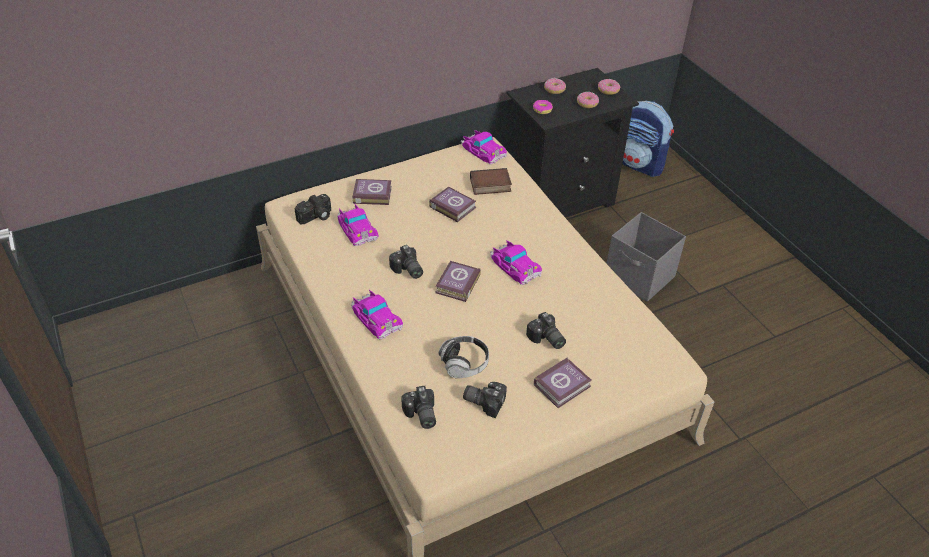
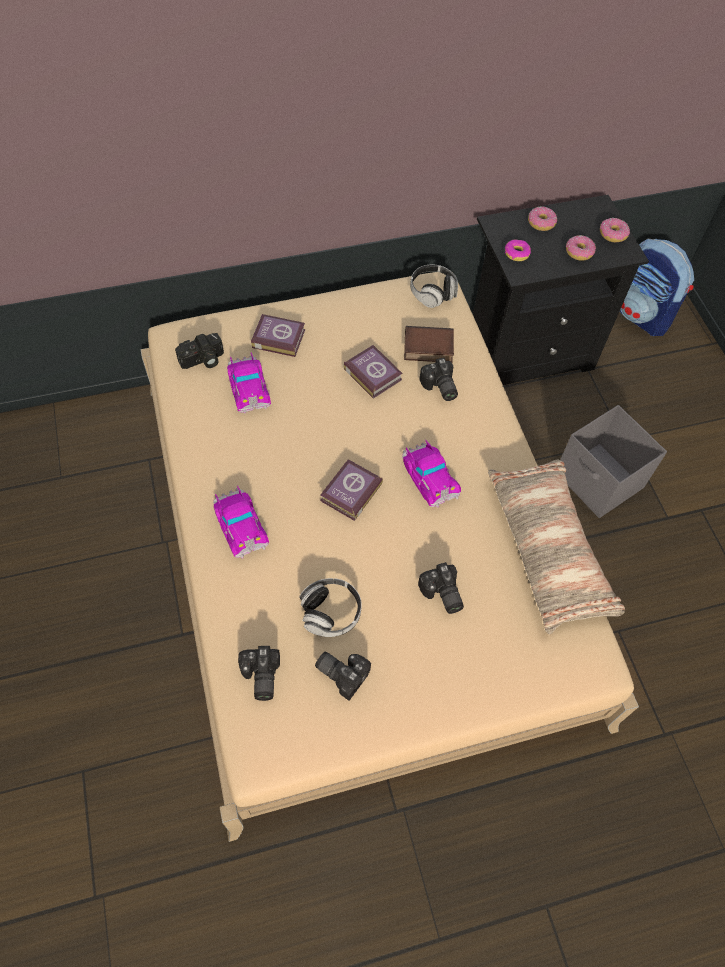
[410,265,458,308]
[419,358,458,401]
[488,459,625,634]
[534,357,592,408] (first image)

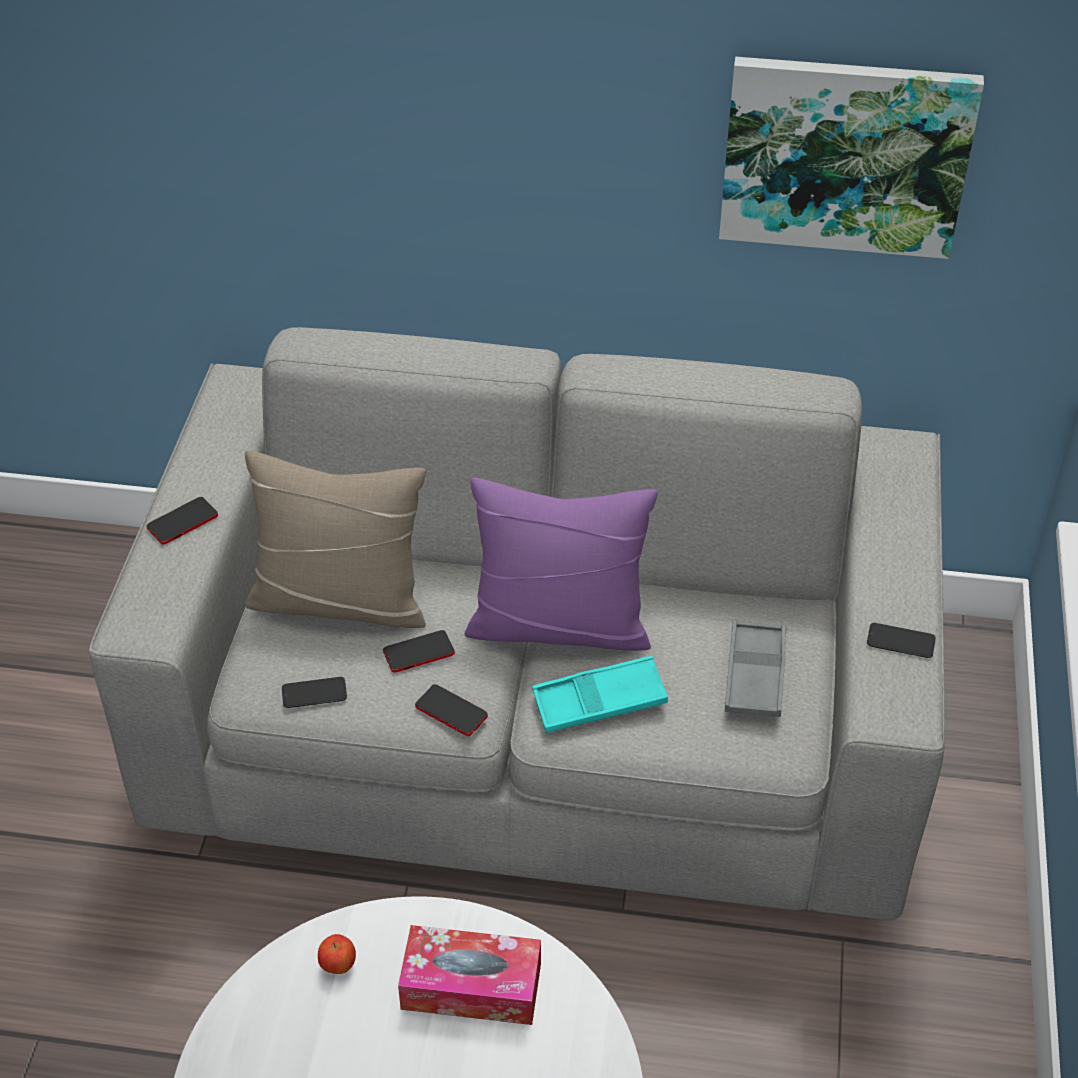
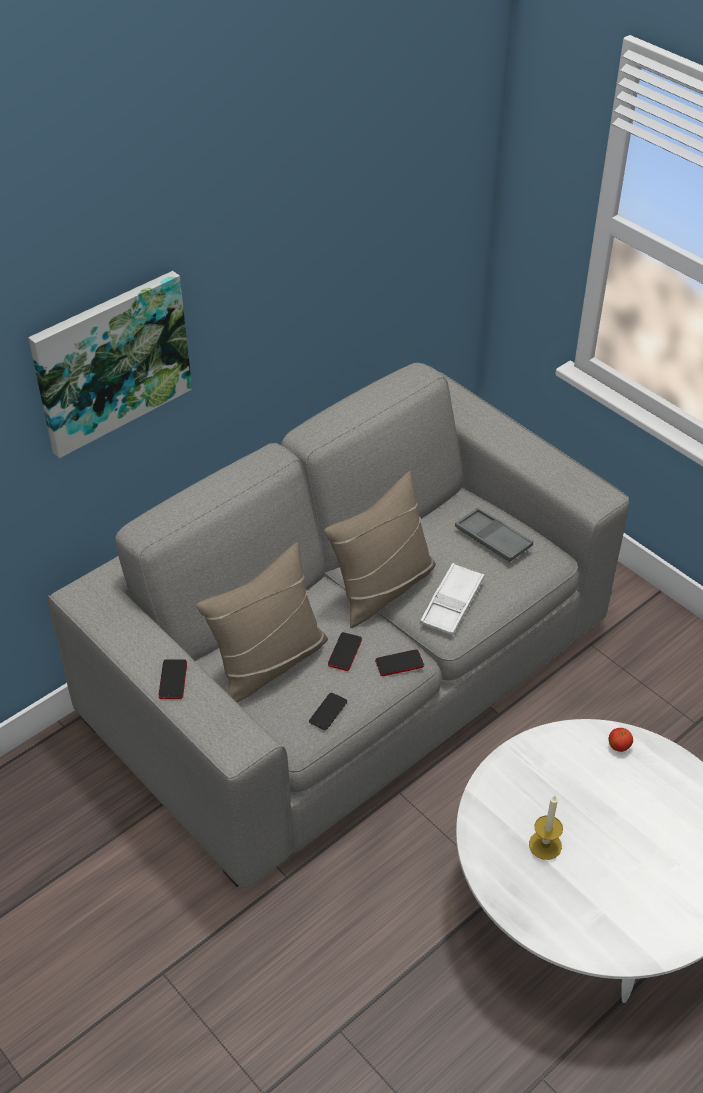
[28,271,192,458]
[324,471,436,628]
[420,563,484,636]
[529,795,563,860]
[609,728,633,752]
[398,925,541,1025] (first image)
[867,623,936,658] (first image)

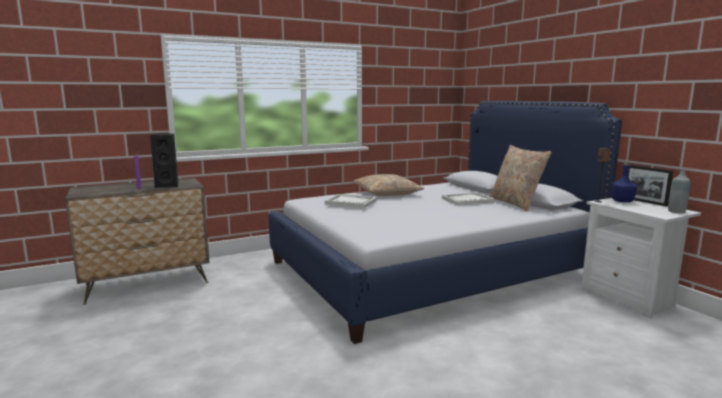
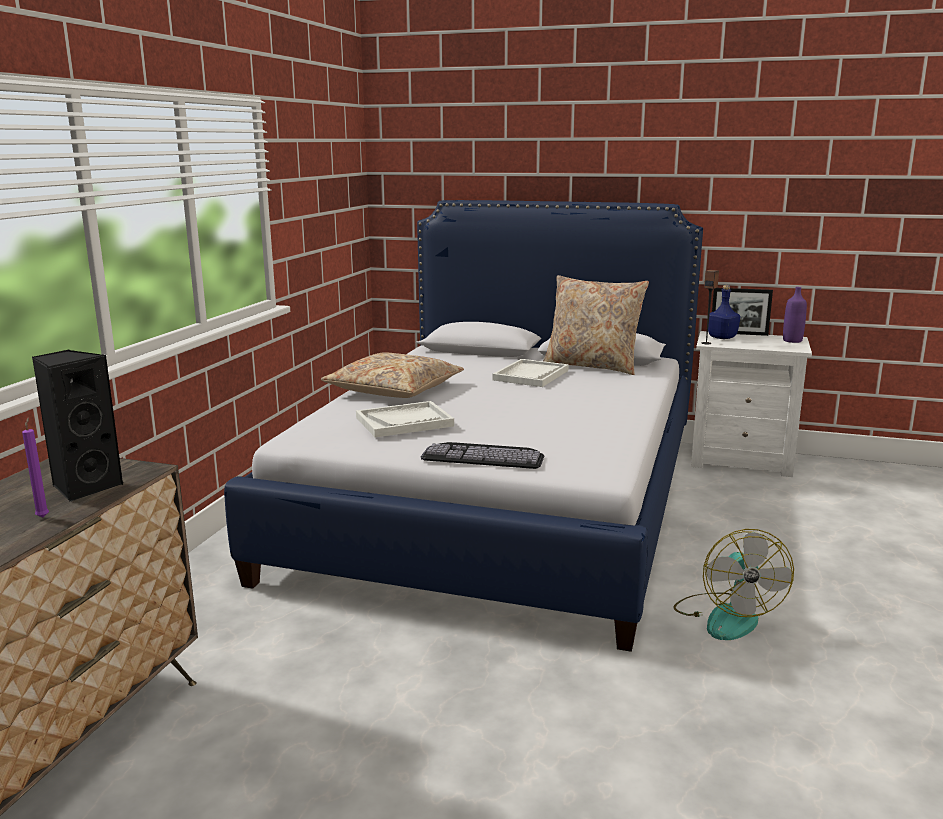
[421,442,544,469]
[674,529,794,640]
[783,287,807,343]

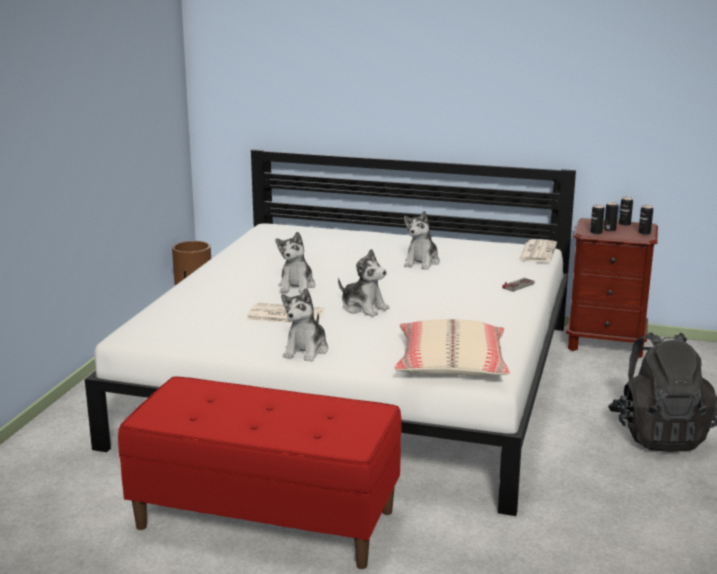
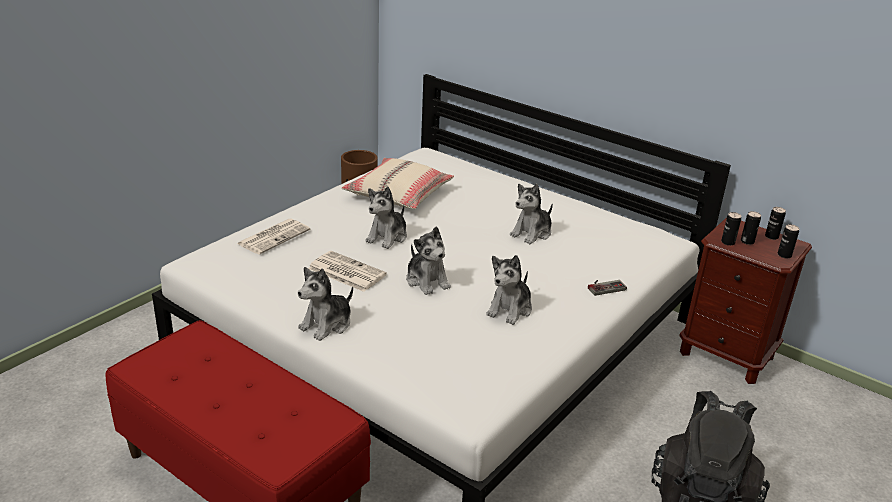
[237,218,310,255]
[342,158,454,209]
[486,255,532,325]

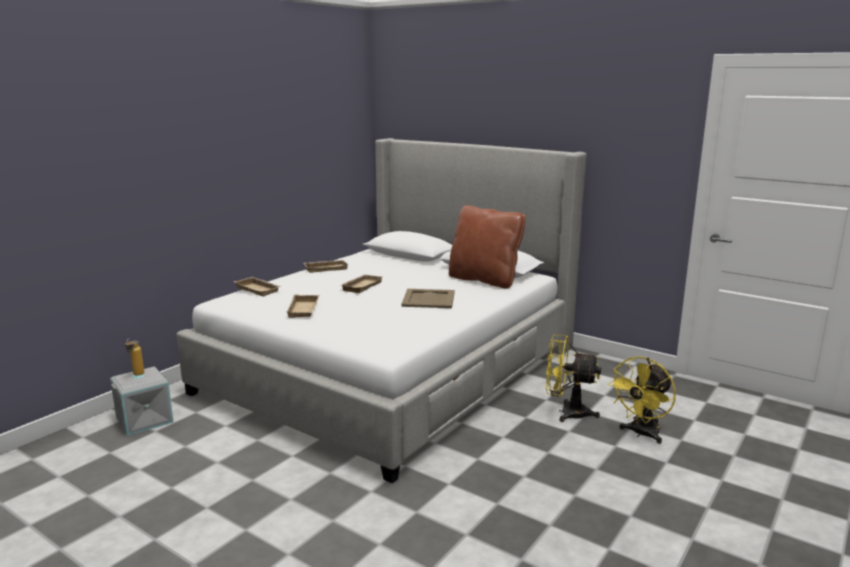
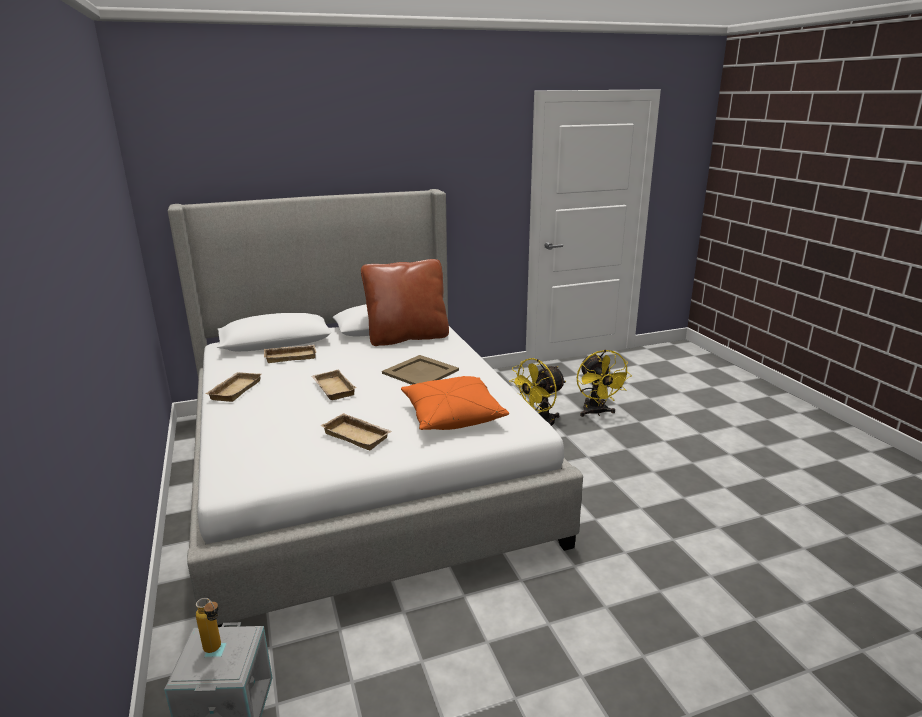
[264,345,316,363]
[401,376,509,430]

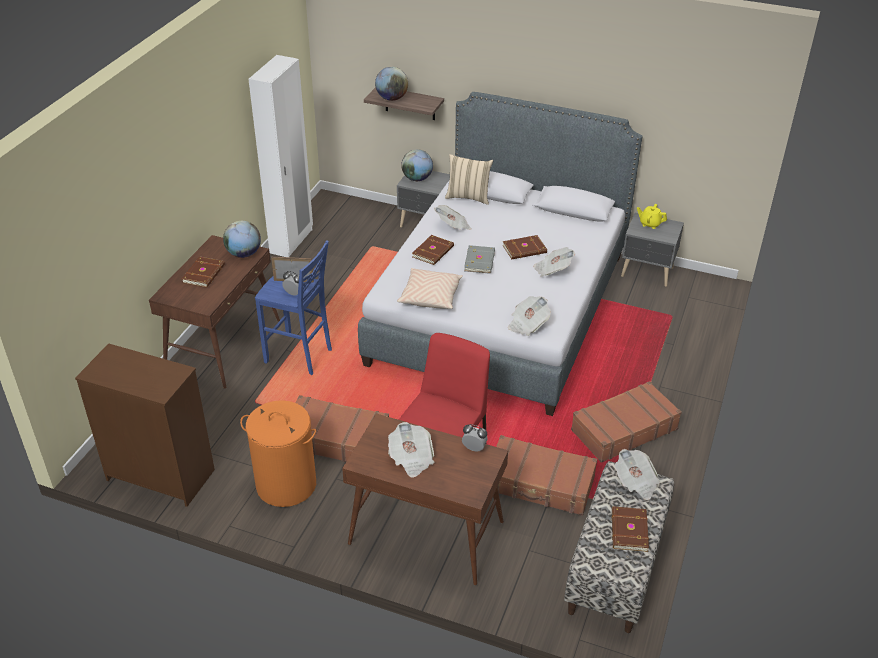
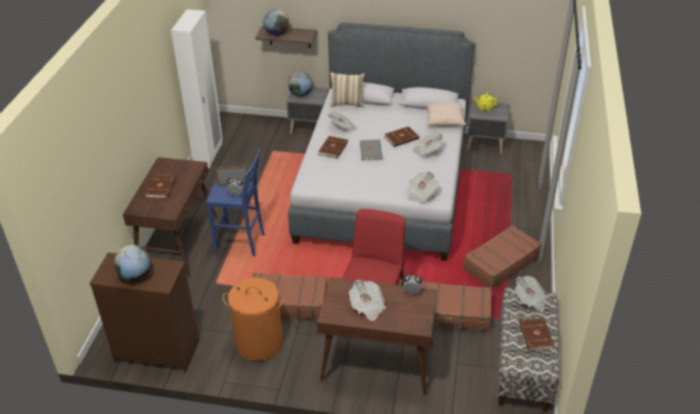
[114,245,151,281]
[425,103,466,127]

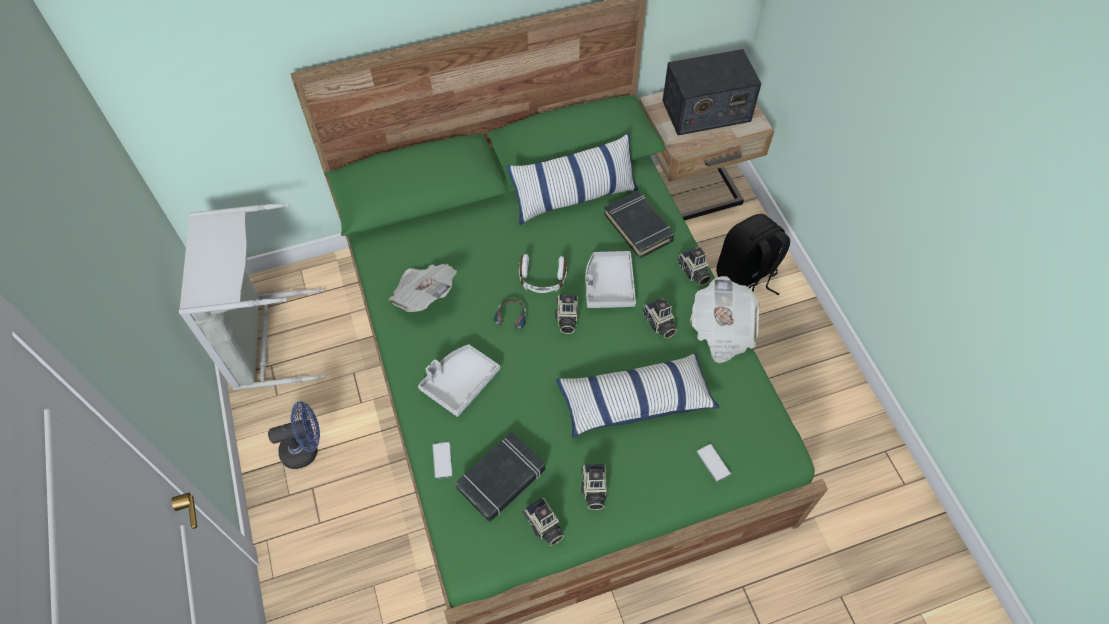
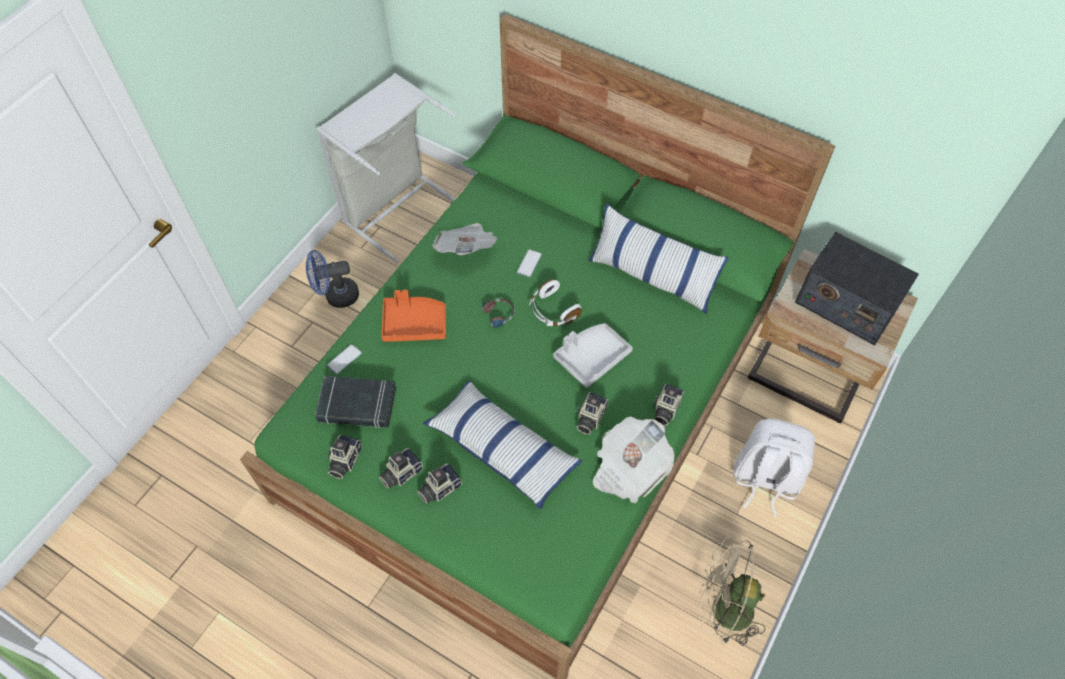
[306,250,359,308]
[382,290,446,342]
[417,464,462,504]
[517,249,542,277]
[697,535,765,646]
[733,419,815,517]
[604,191,675,259] (first image)

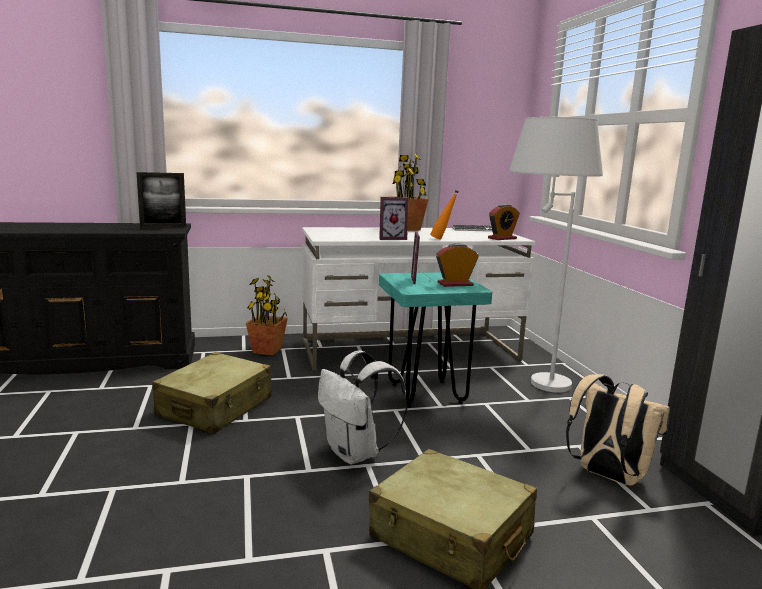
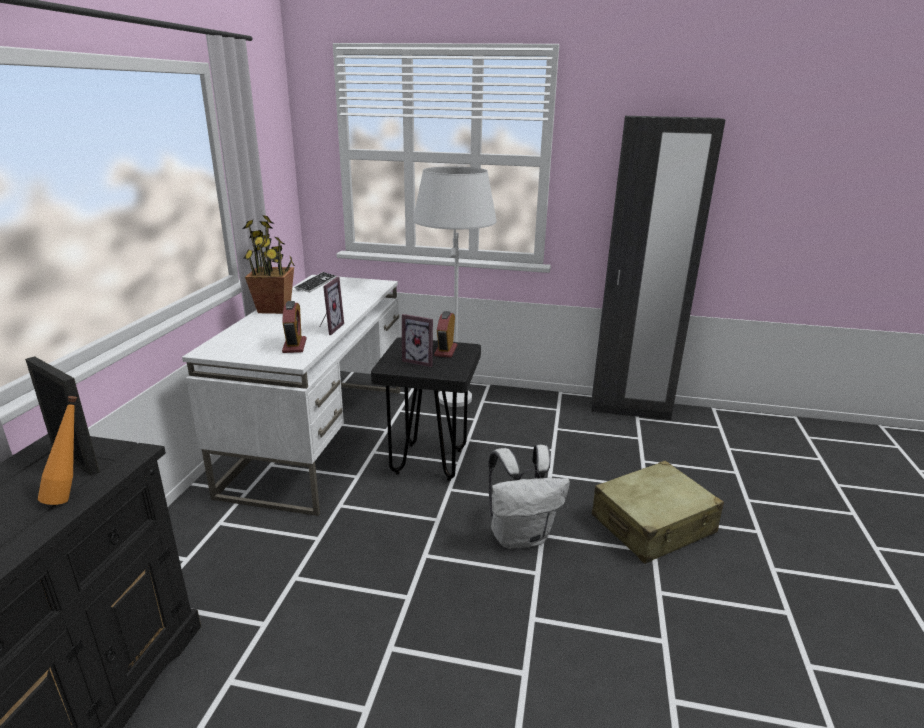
[25,356,100,476]
[38,396,77,505]
[282,301,307,353]
[371,337,481,481]
[152,352,272,434] (first image)
[246,274,288,356] (first image)
[566,374,670,486] (first image)

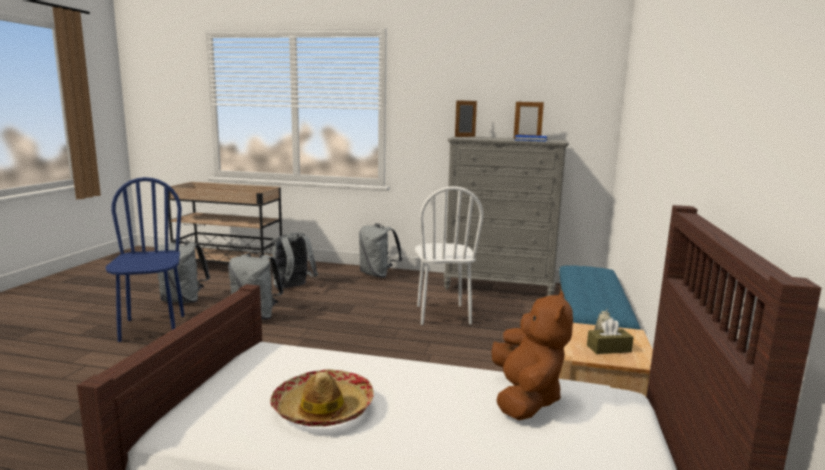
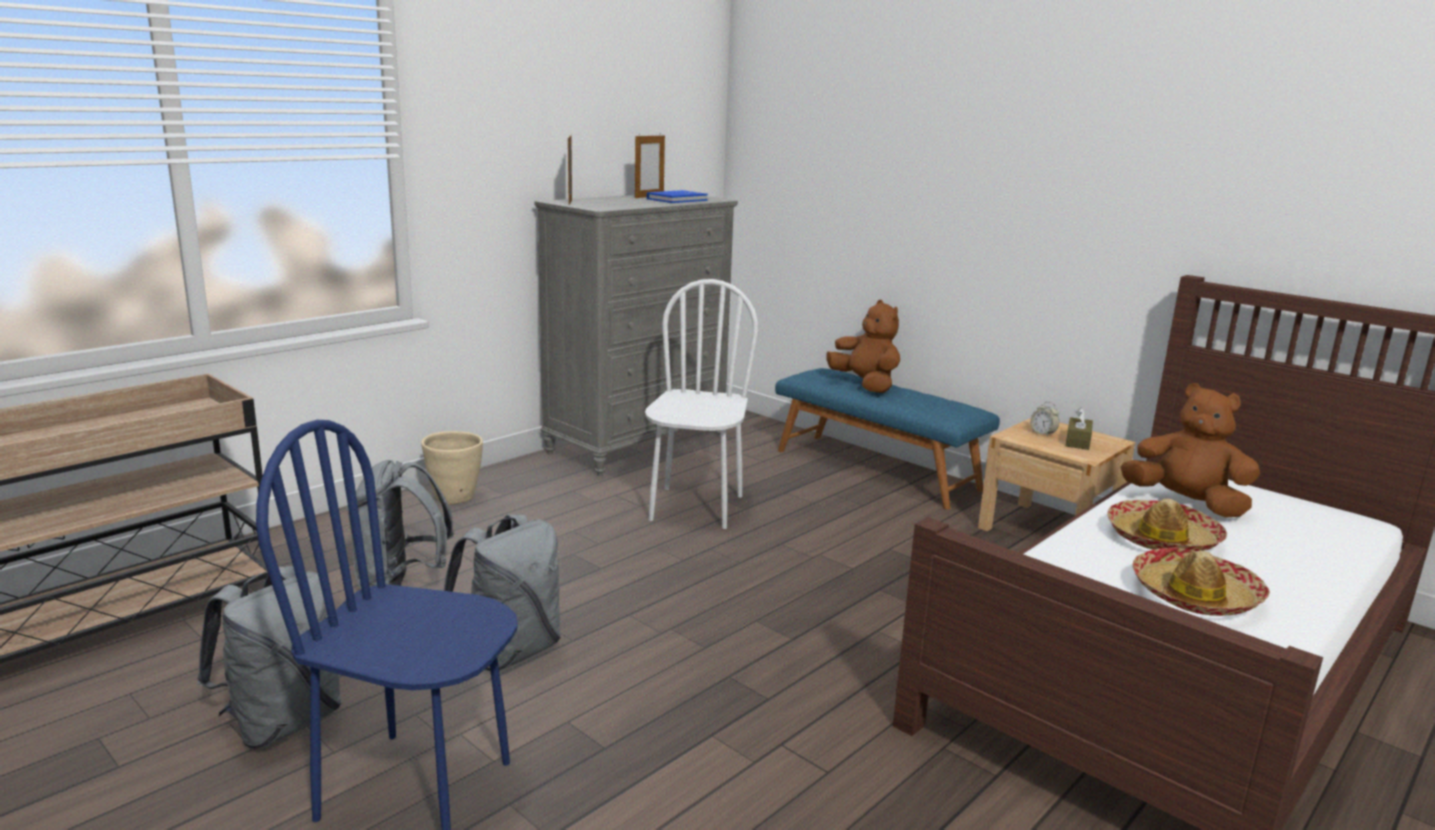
[421,431,483,505]
[645,279,758,529]
[826,300,900,393]
[1107,499,1227,551]

